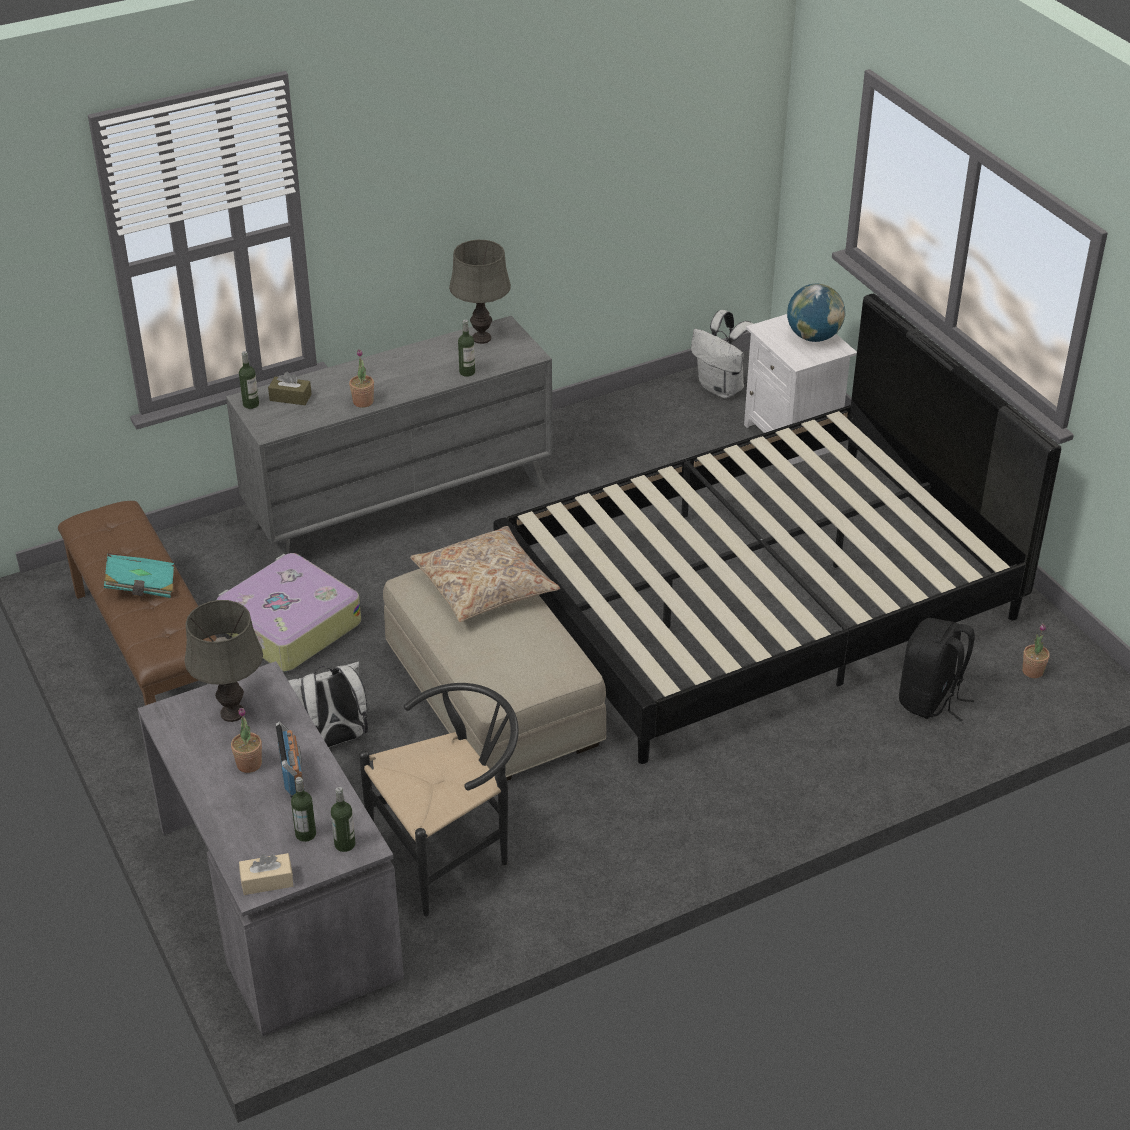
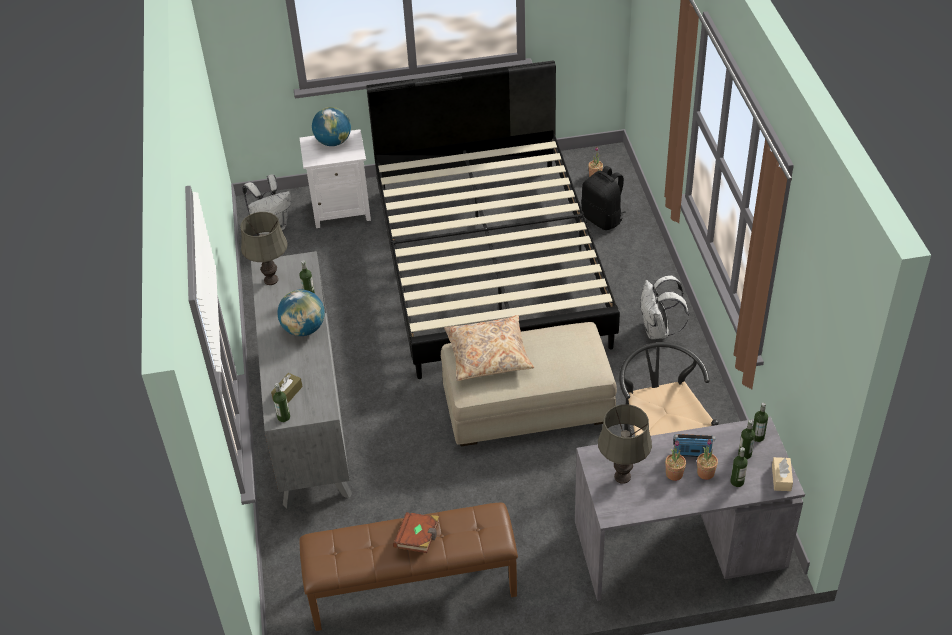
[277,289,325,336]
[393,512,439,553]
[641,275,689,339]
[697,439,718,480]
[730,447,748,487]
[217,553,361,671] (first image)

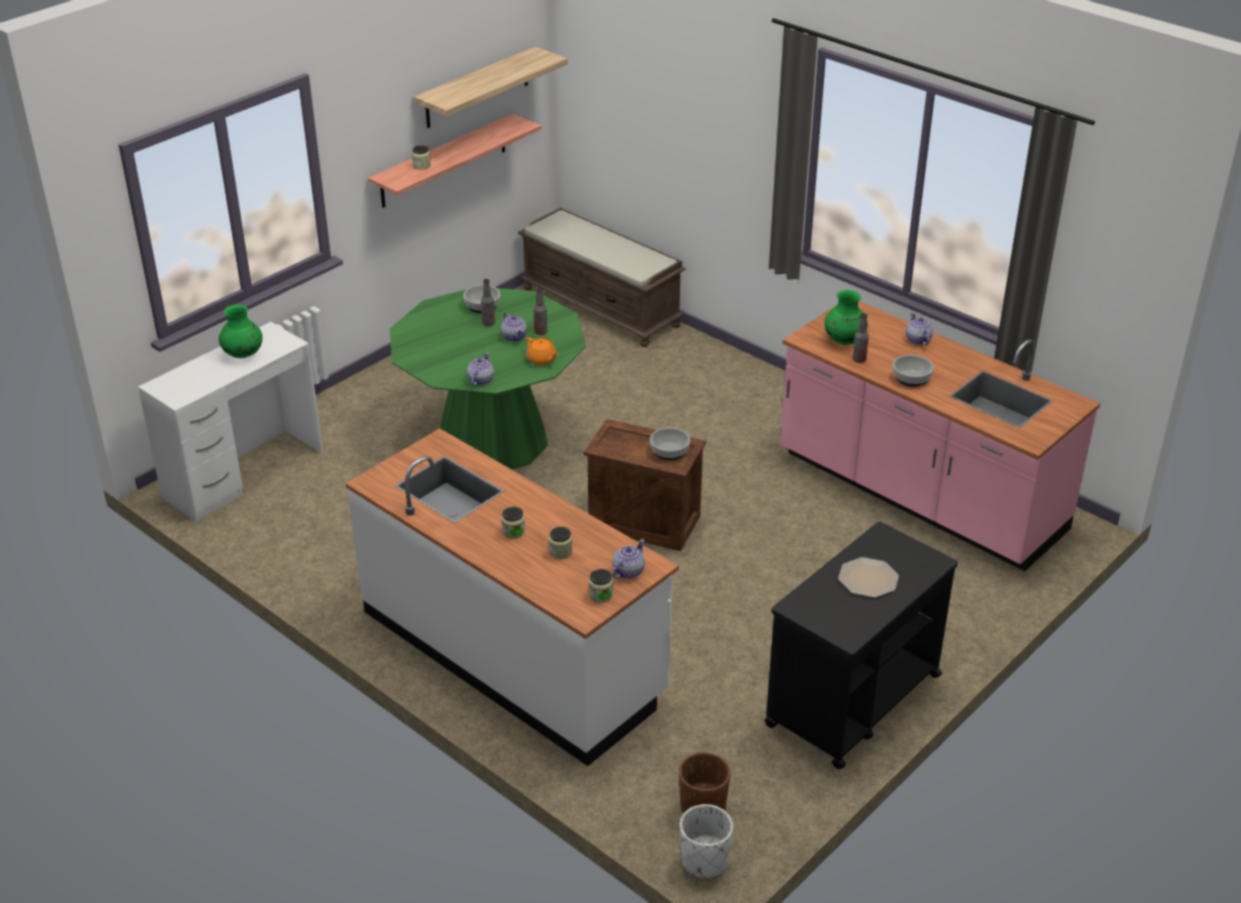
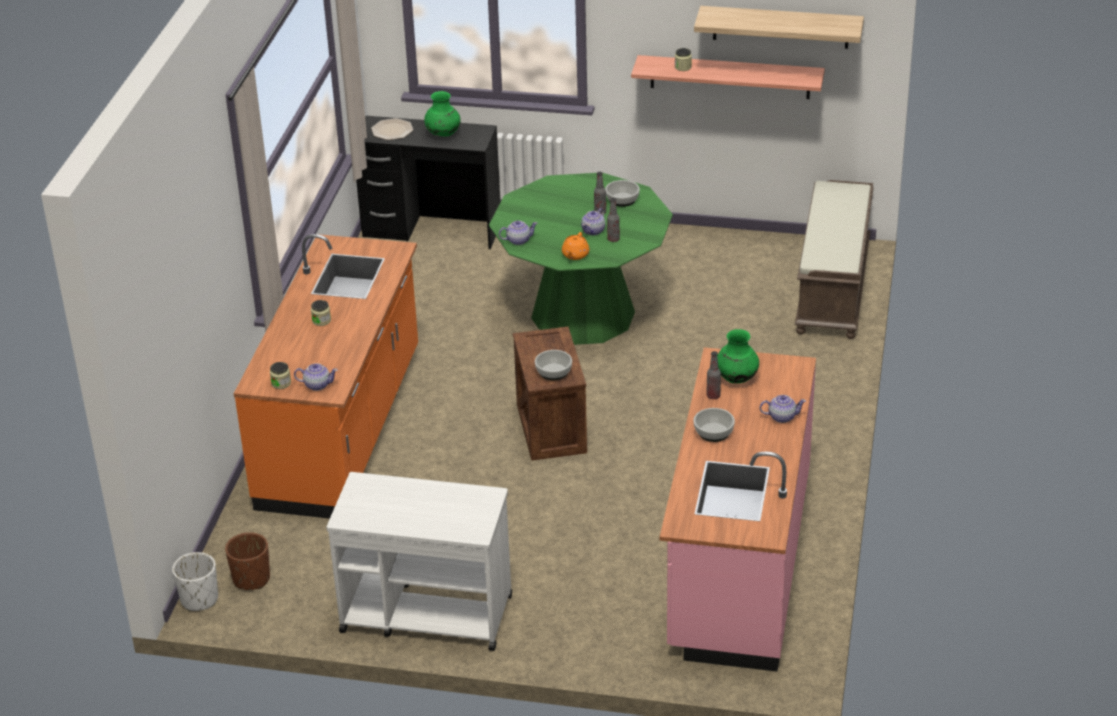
[234,234,418,519]
[327,472,512,651]
[356,116,500,249]
[371,118,413,140]
[760,395,806,423]
[549,527,573,559] (first image)

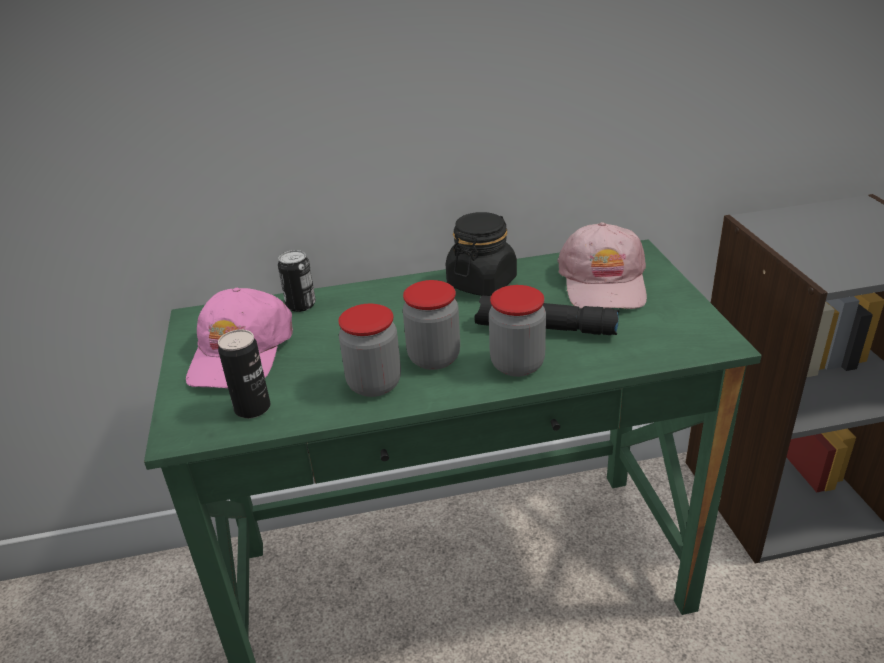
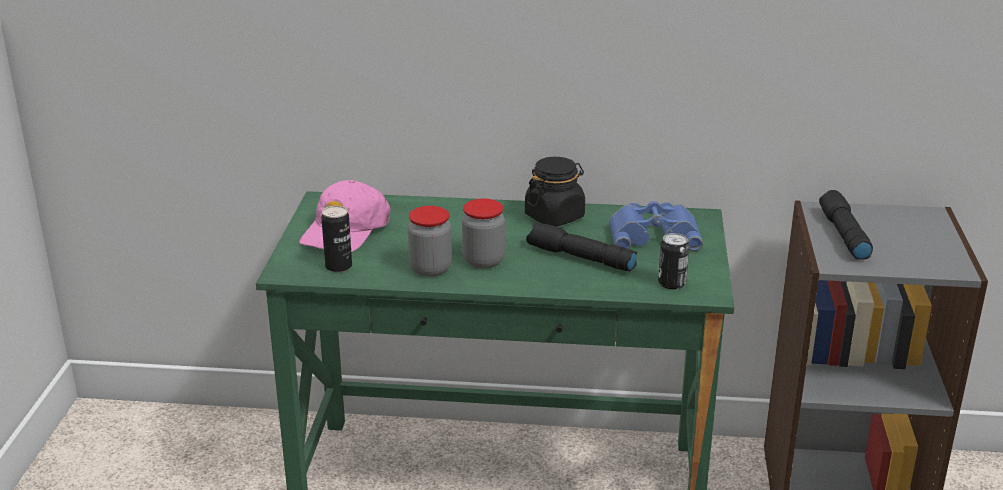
[609,201,703,251]
[658,233,689,289]
[819,190,873,260]
[489,285,546,377] (first image)

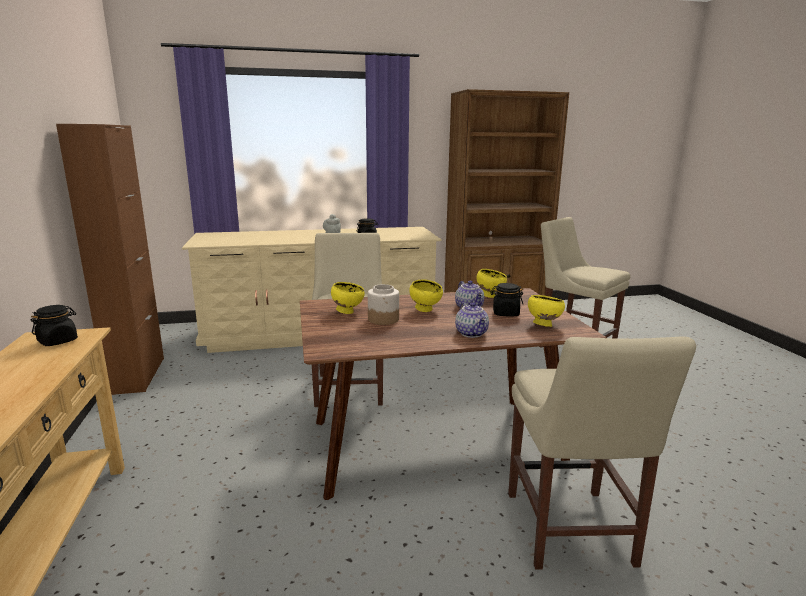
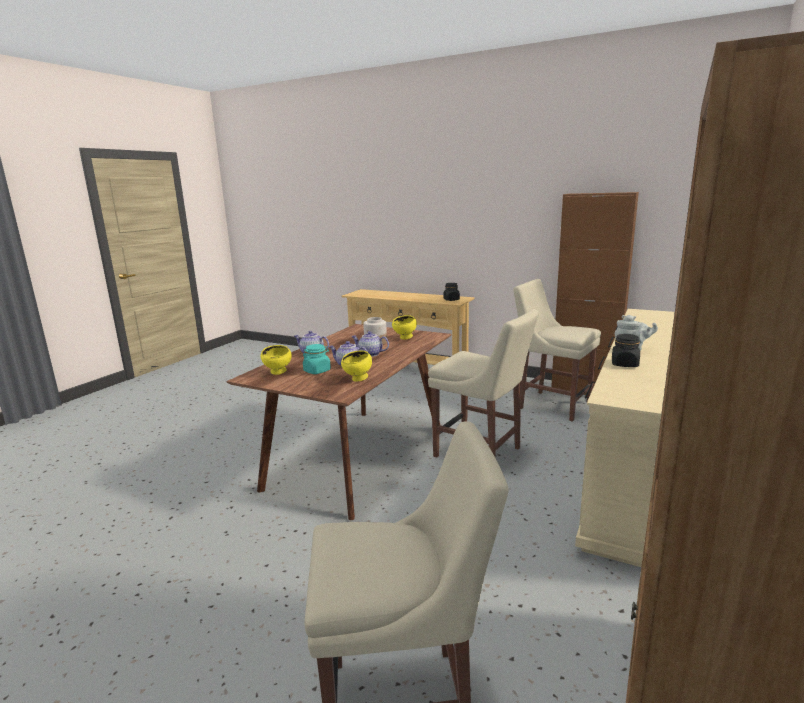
[303,344,331,374]
[351,331,389,357]
[513,279,601,422]

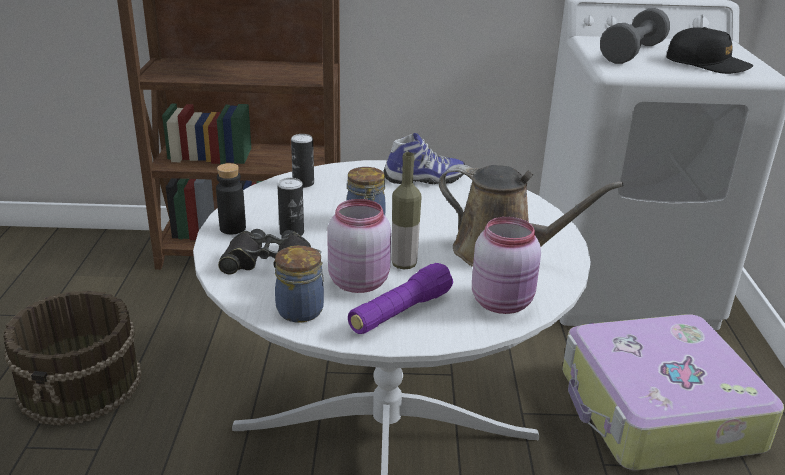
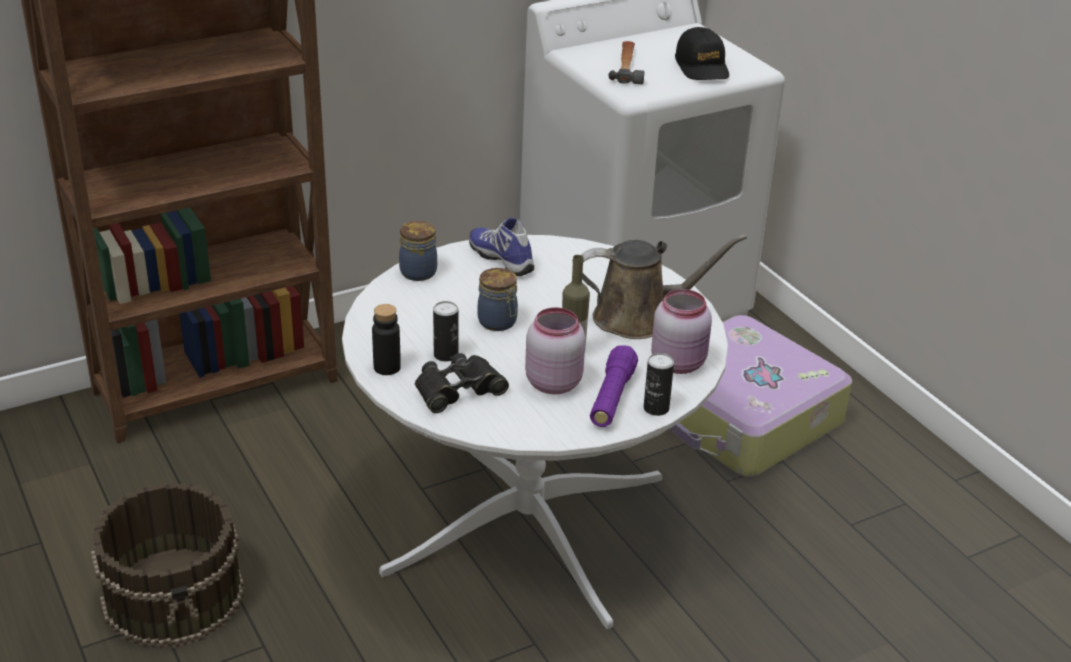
[399,221,437,281]
[469,218,534,276]
[609,41,644,84]
[644,353,674,416]
[675,27,729,80]

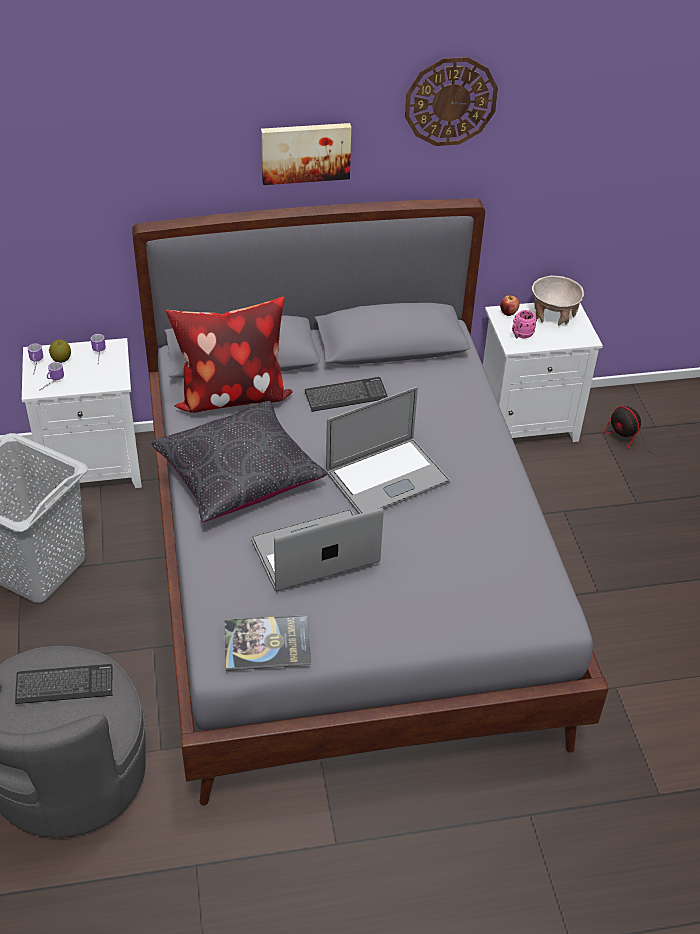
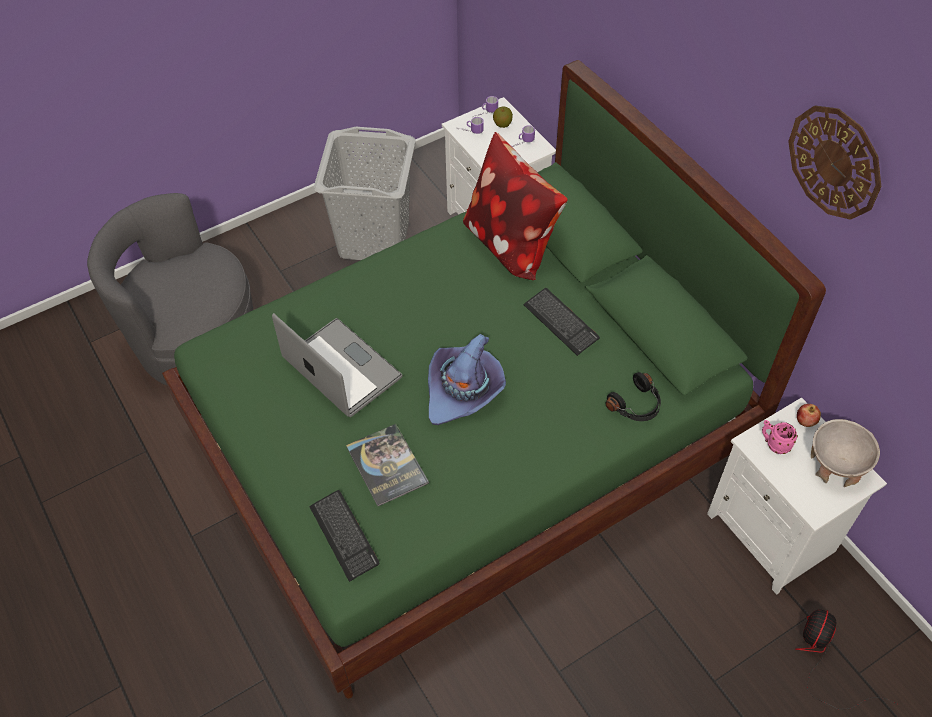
[162,60,826,699]
[309,490,380,582]
[346,424,429,506]
[428,334,506,425]
[605,372,661,421]
[151,401,328,522] (first image)
[261,123,351,185] (first image)

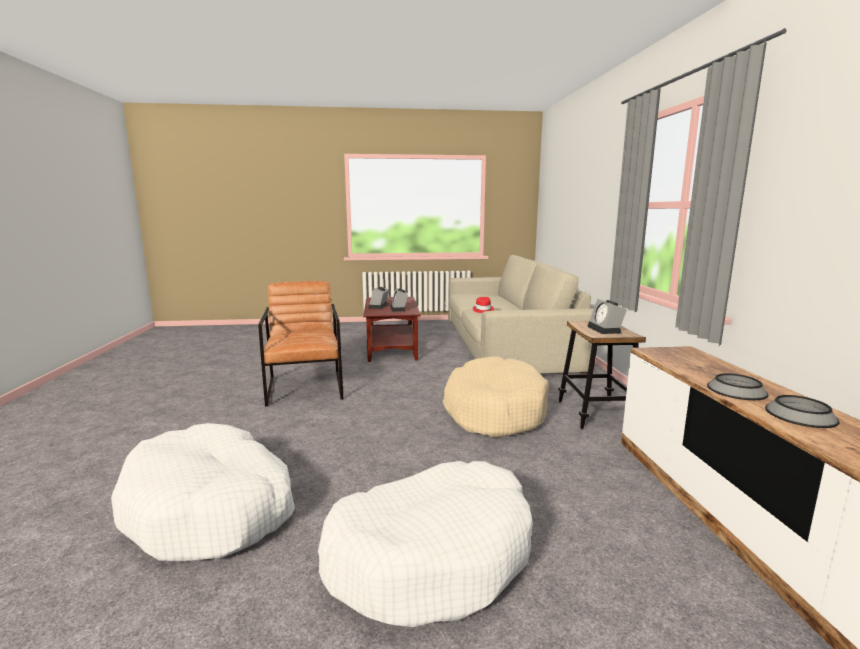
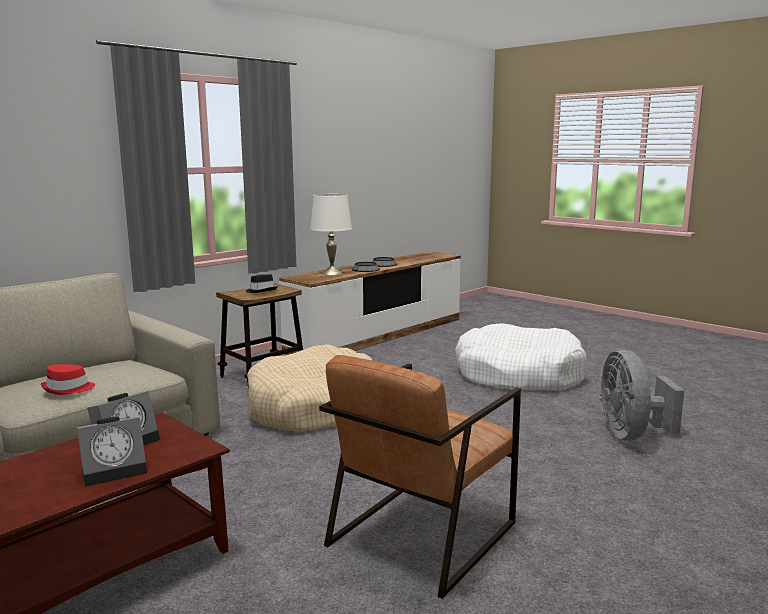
[246,274,278,293]
[310,194,352,275]
[600,350,684,441]

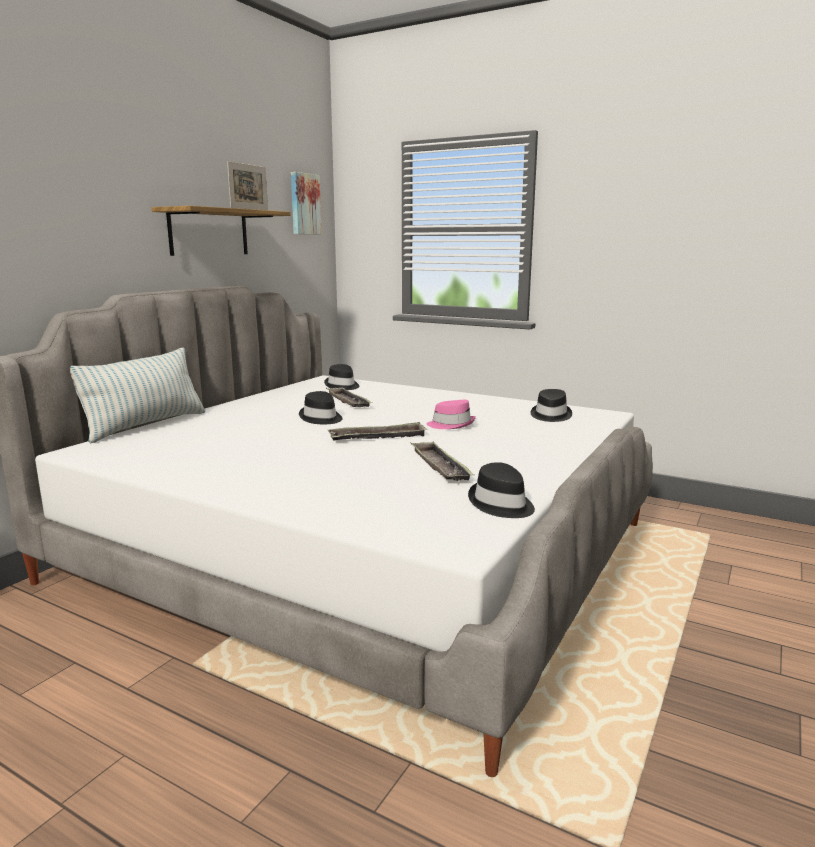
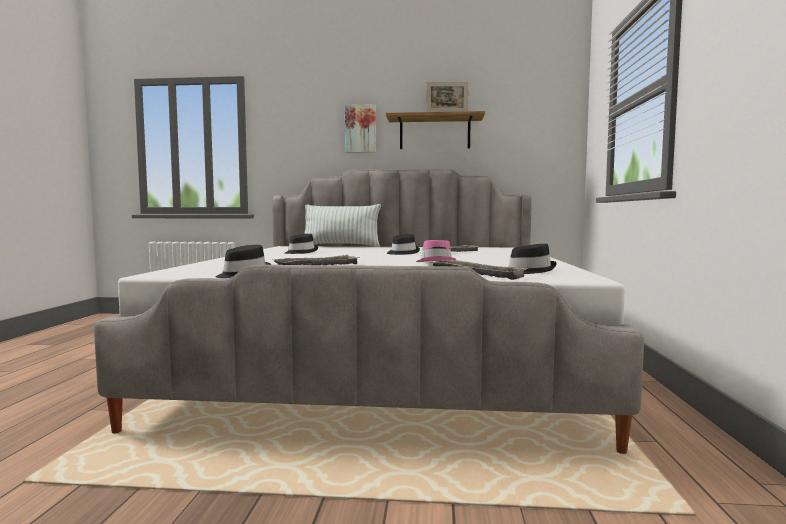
[285,234,318,254]
[345,104,376,153]
[431,260,529,280]

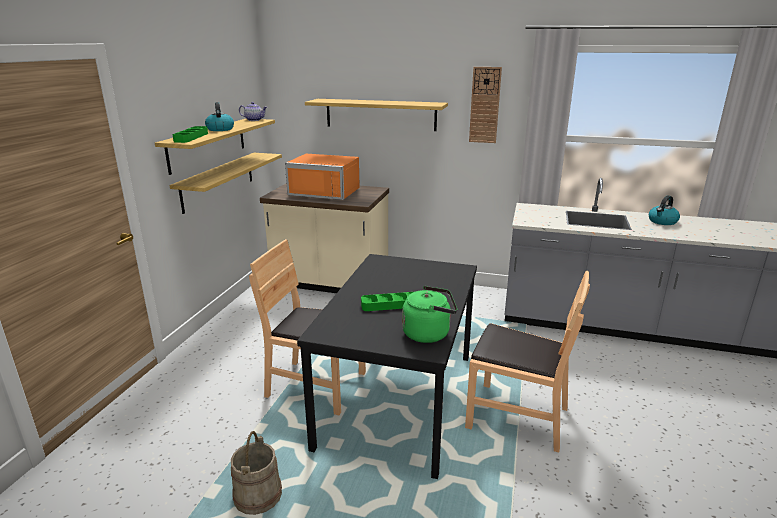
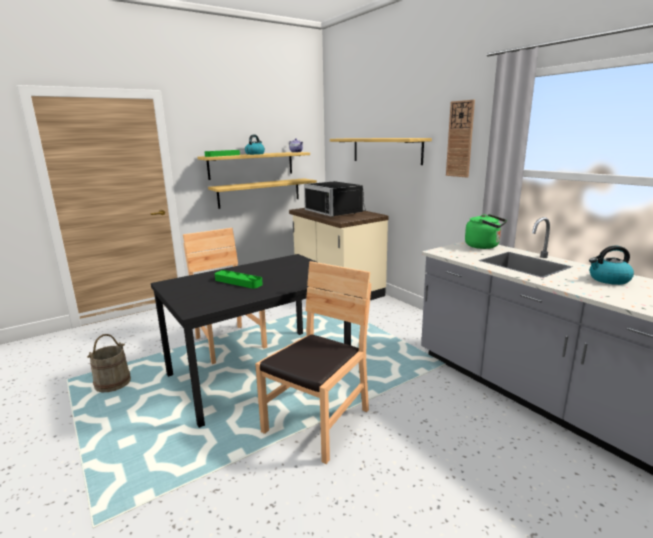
[255,261,371,464]
[304,181,366,217]
[465,214,507,249]

